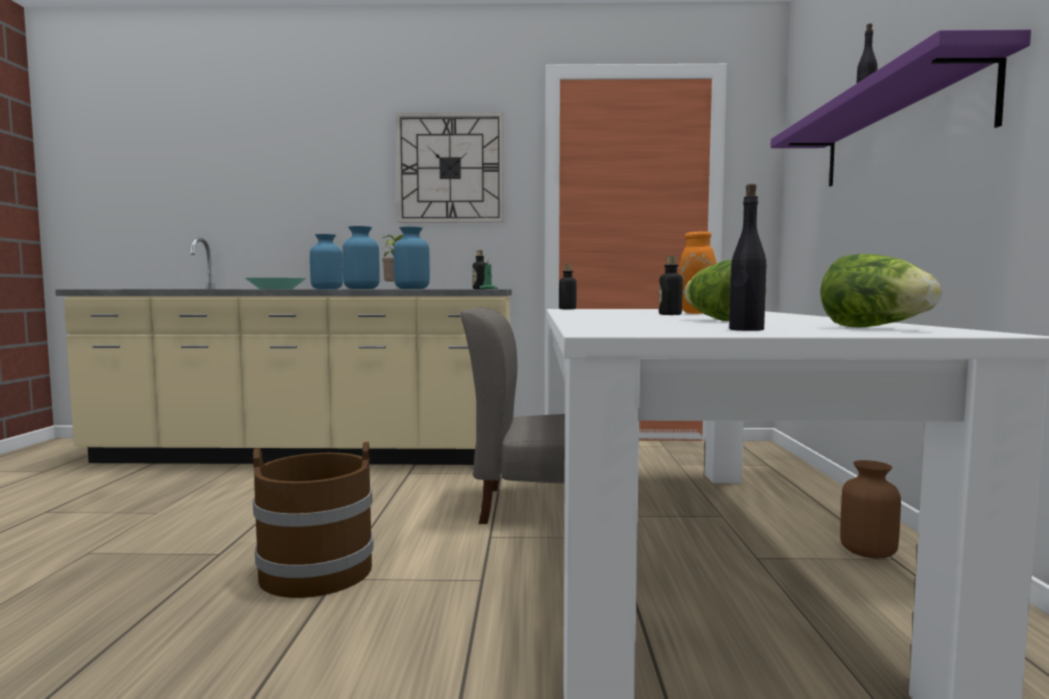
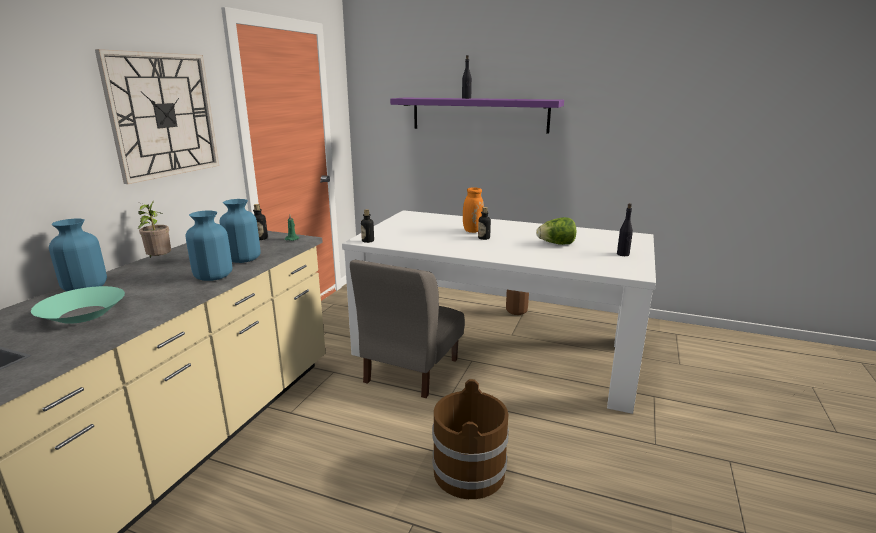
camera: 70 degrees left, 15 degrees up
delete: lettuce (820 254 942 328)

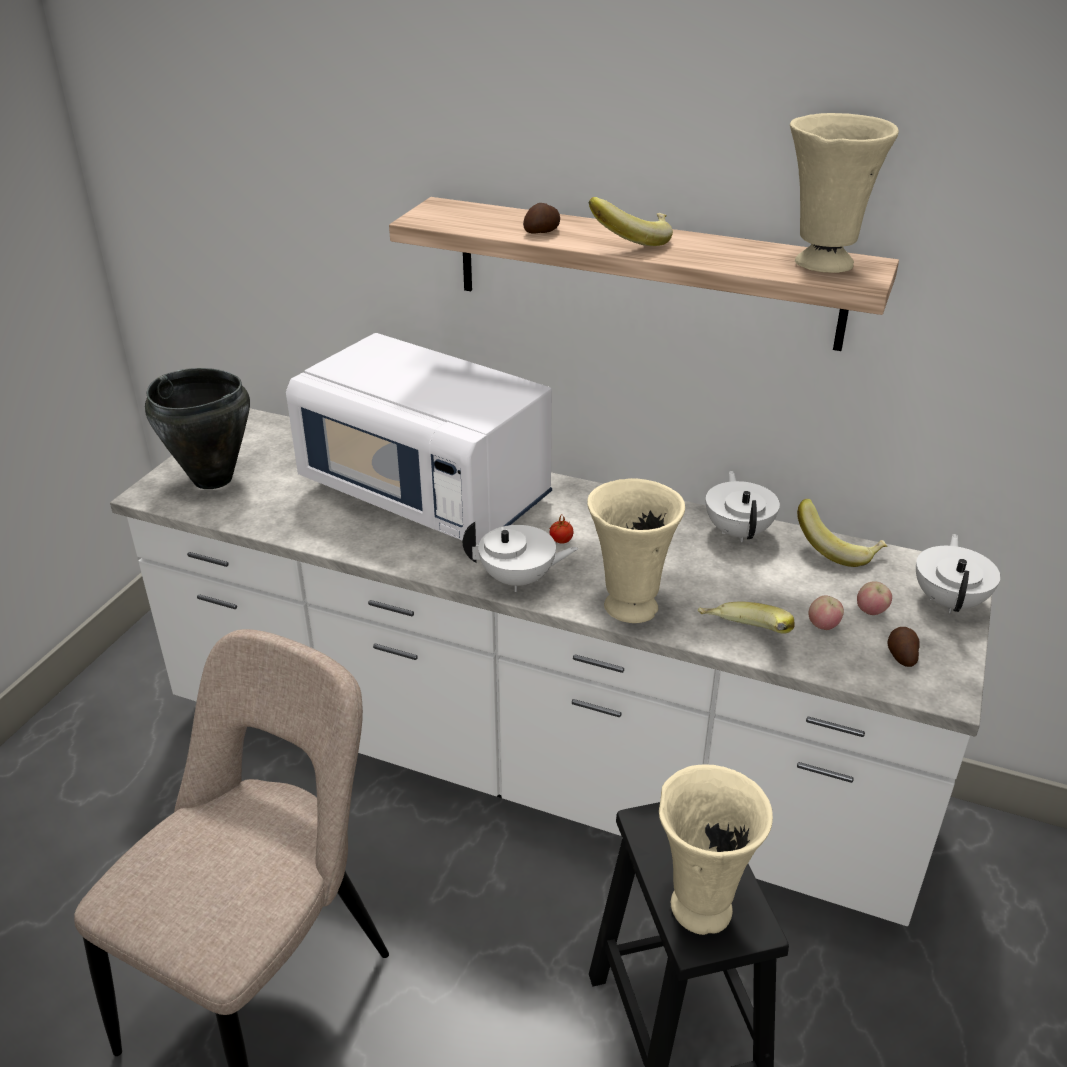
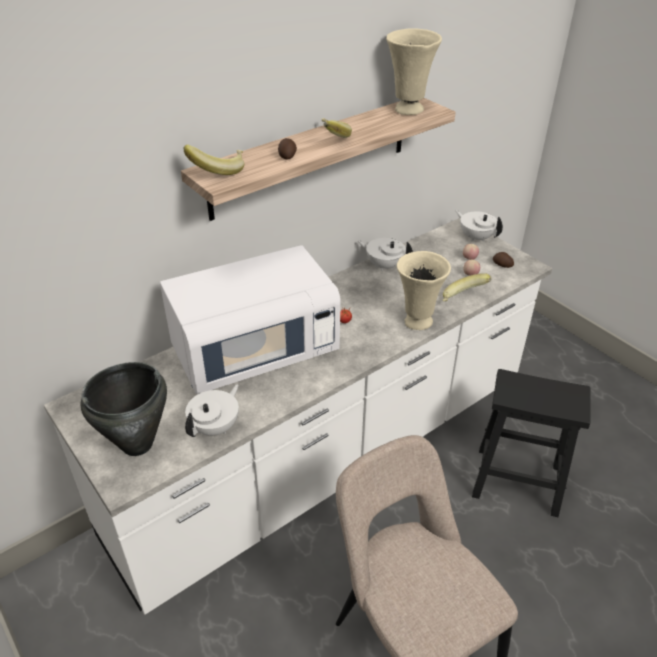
camera: 60 degrees left, 5 degrees up
delete: beige vase (659 764 773 935)
move: white-coloured tea pot (463 522 578 592) to (185 384 239 437); banana fruit (797 499 887 567) to (184 145 244 175)

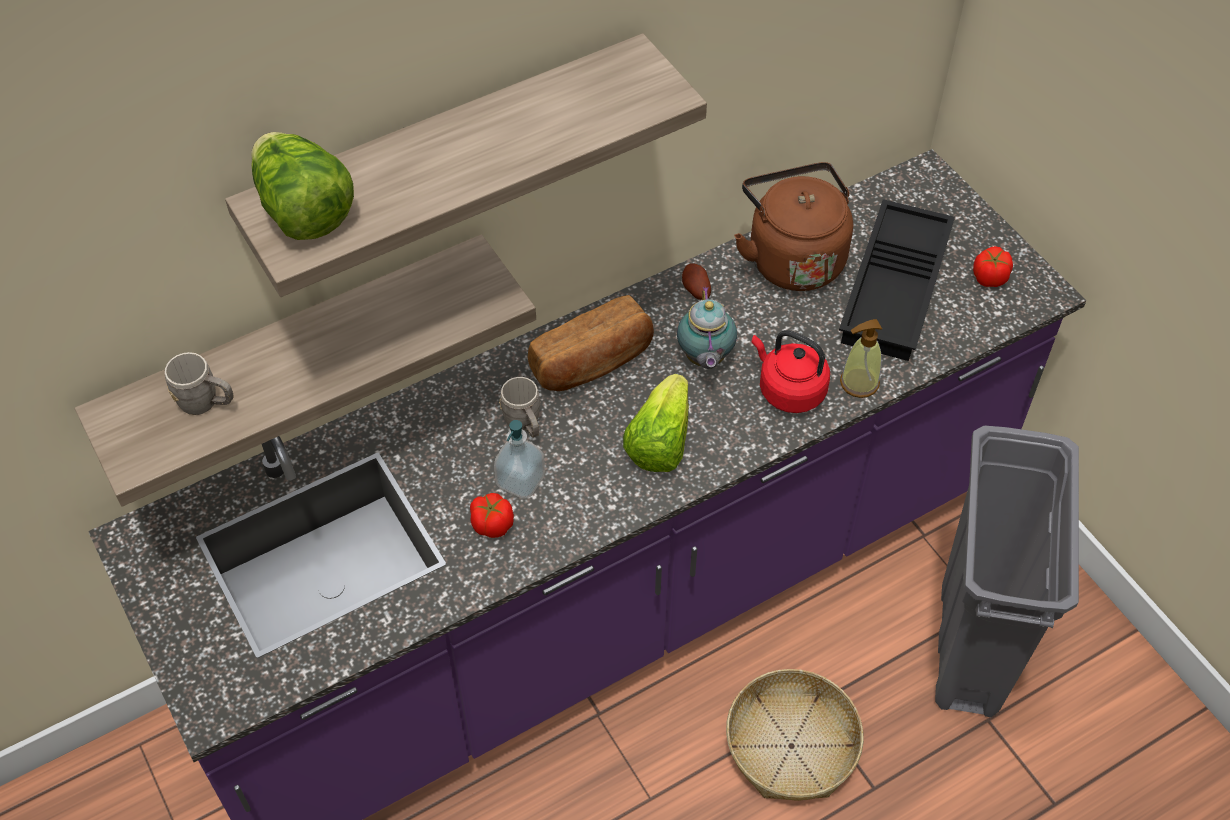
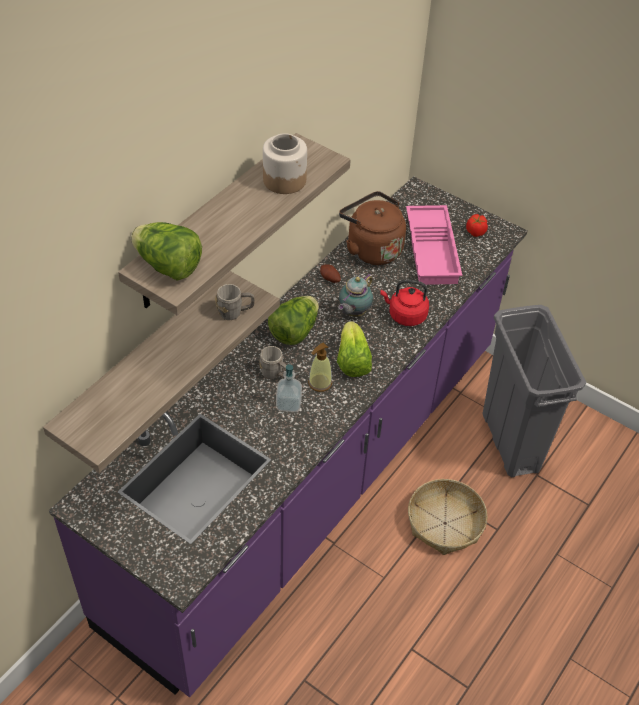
camera: 25 degrees left, 5 degrees down
delete: tomato (470 493 514 538)
insert: storage jar (263 133 307 194)
move: grey tea mug (165 352 233 415) to (215 284 255 320); liquid soap bottle (840 319 882 398) to (308 343 332 392)
replace: bread (528 295 654 391) to lettuce (268 296 319 345)
recolor: blackish carrying tray (839 199 955 361) to pink carrying tray (406 205 462 285)
rotate: tea pot (677 286 737 369) = (338 274 373 317) 60 degrees clockwise

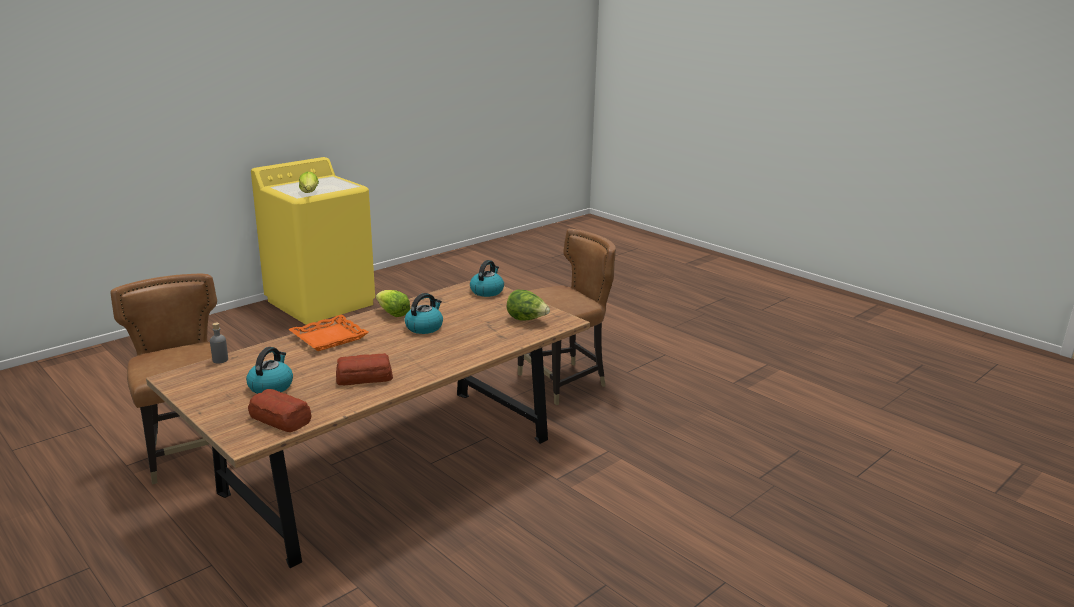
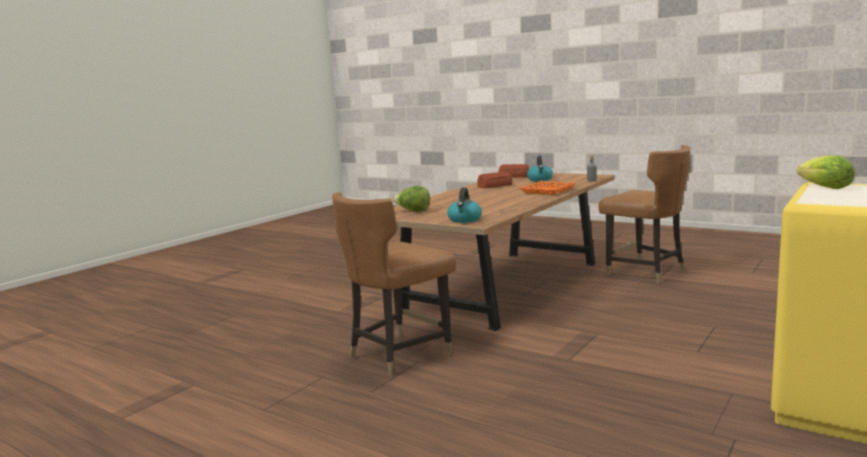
camera: 170 degrees right, 10 degrees down
delete: lettuce (376 290 411 317); kettle (405 293 443 334)

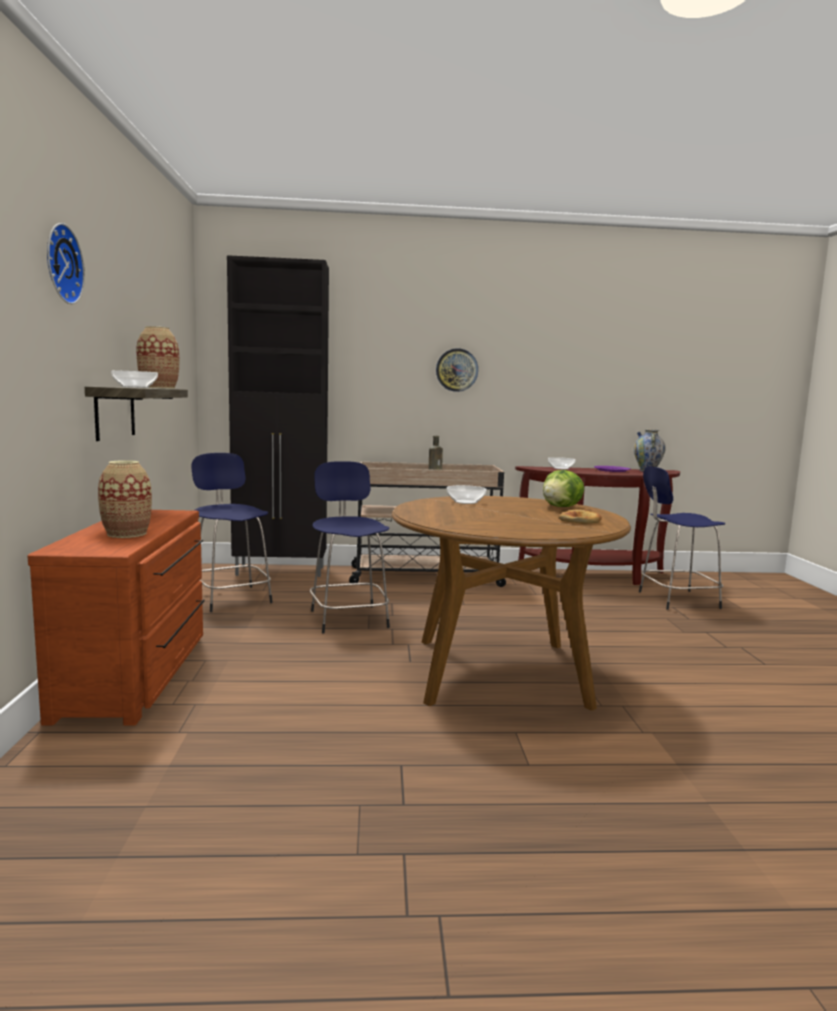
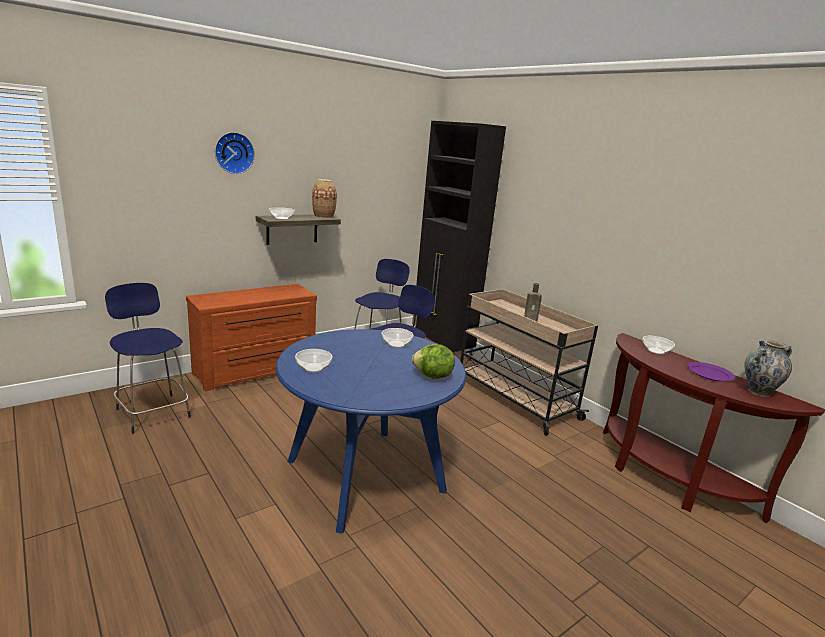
camera: 55 degrees right, 10 degrees up
delete: vase (98 460 152 538); wall clock (436 348 478 392); bread (558 510 602 524)
insert: bowl (295 349 333 372)
move: bluish stool seat (639 466 725 610) to (105 283 191 434)
recolor: brown-coloured dinner table (392 496 631 711) to bluish dinner table (276 329 466 533)

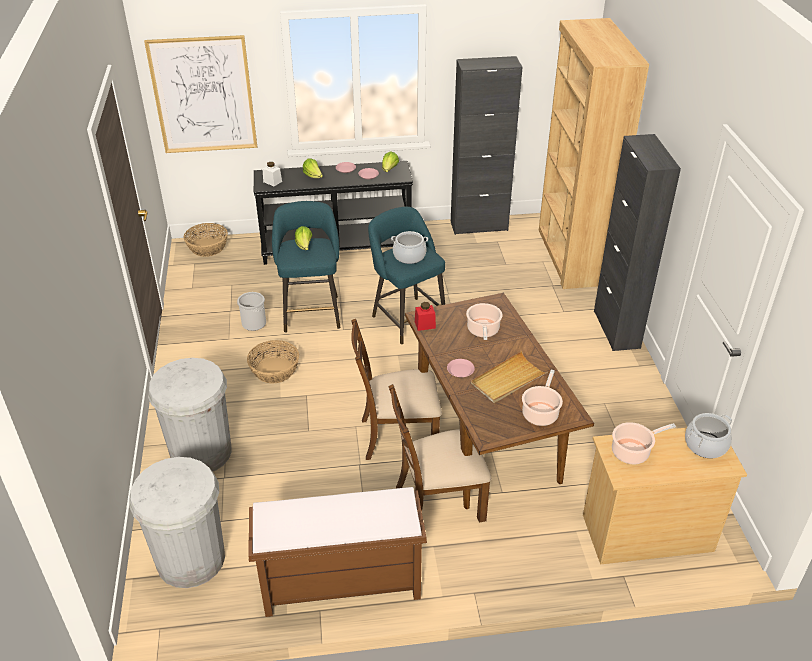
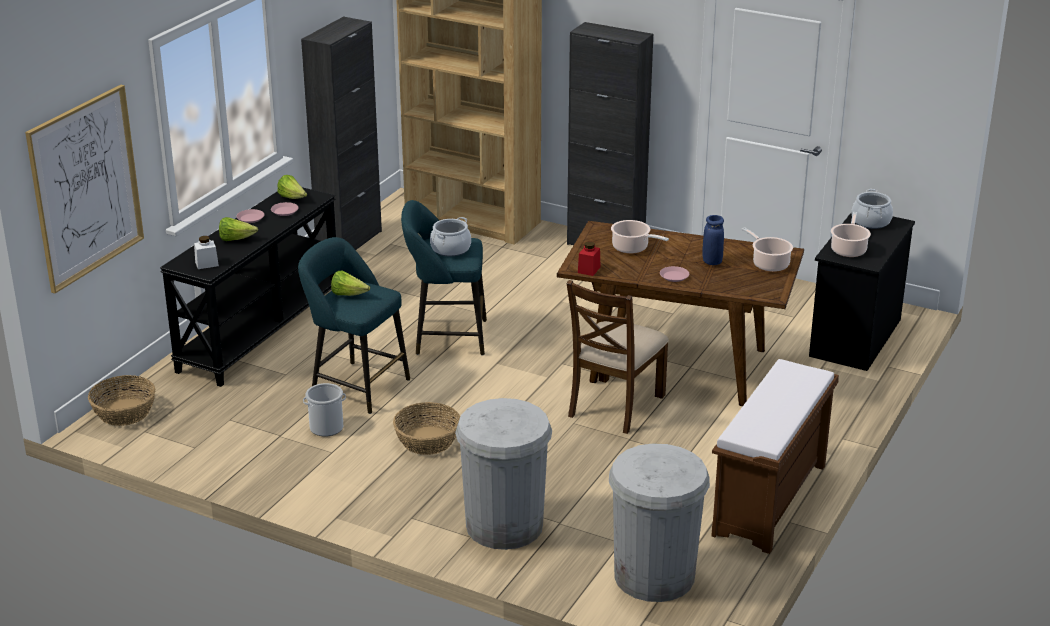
camera: 55 degrees left, 10 degrees down
delete: brown-coloured chair (388 384 491 523)
replace: beige carrying tray (471 351 548 403) to bluish vase (702 215 724 265)
recolor: beige drawer chest (583 428 747 565) to blackish drawer chest (809 212 915 371)

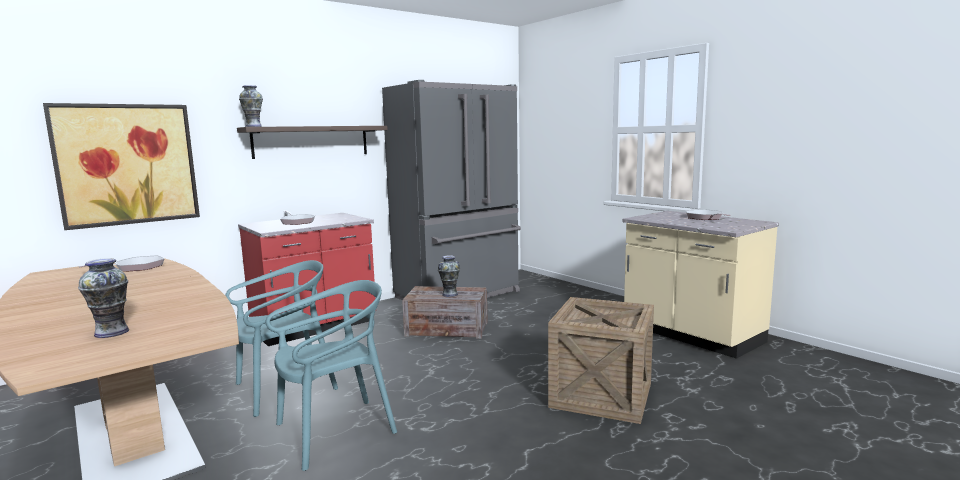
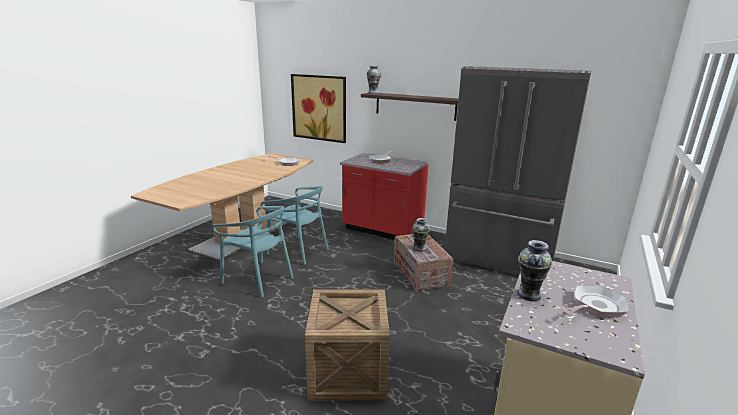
camera: 65 degrees right, 10 degrees up
move: vase (78 258 129 338) to (517 240 552 301)

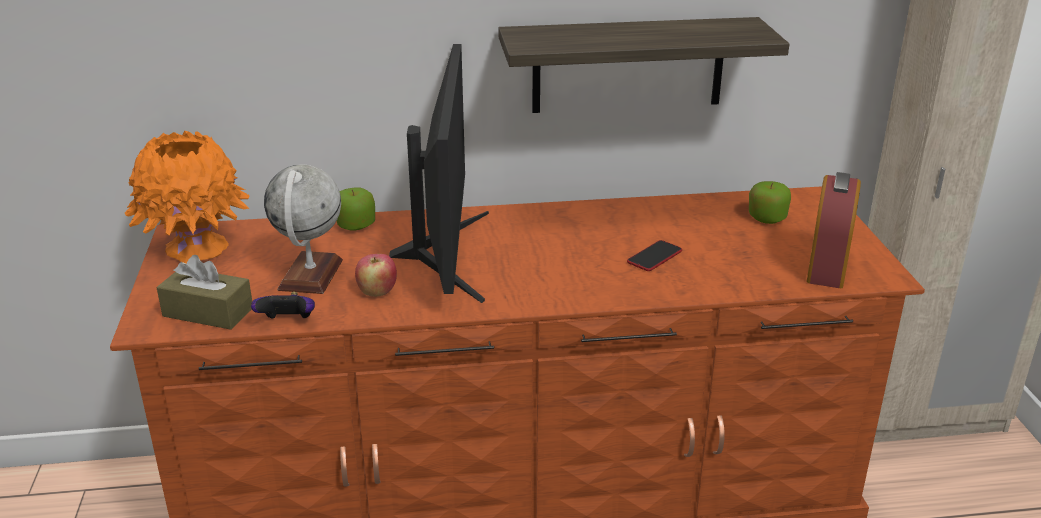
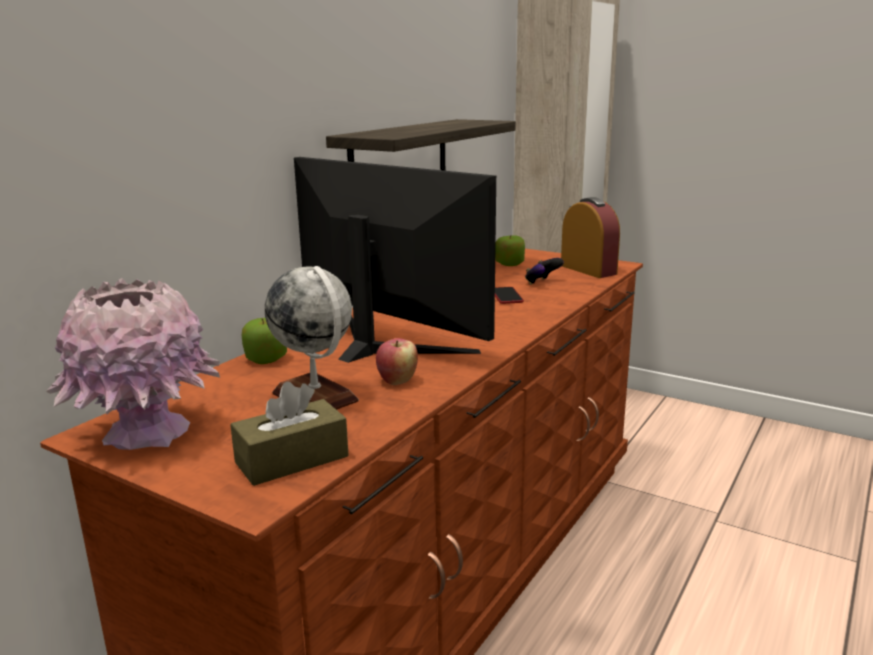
camera: 50 degrees left, 10 degrees down
move: joypad (251 292 315 319) to (525 258 564 285)
recolor: orange vase (125 131 250 264) to pink vase (46 278 220 450)

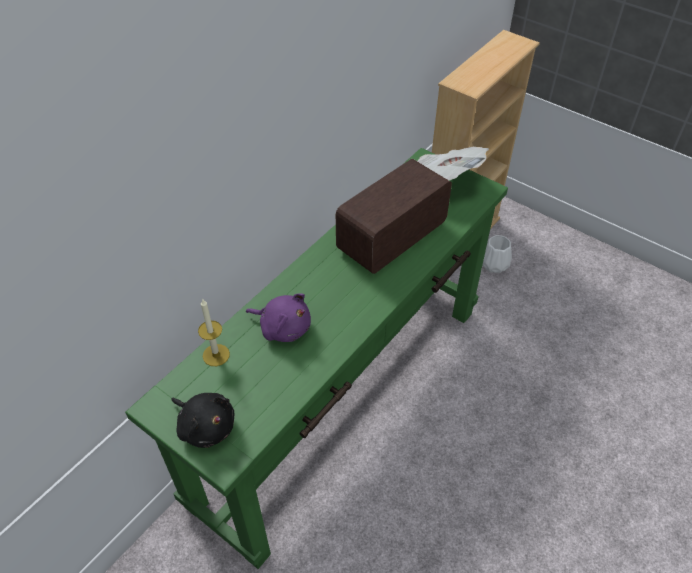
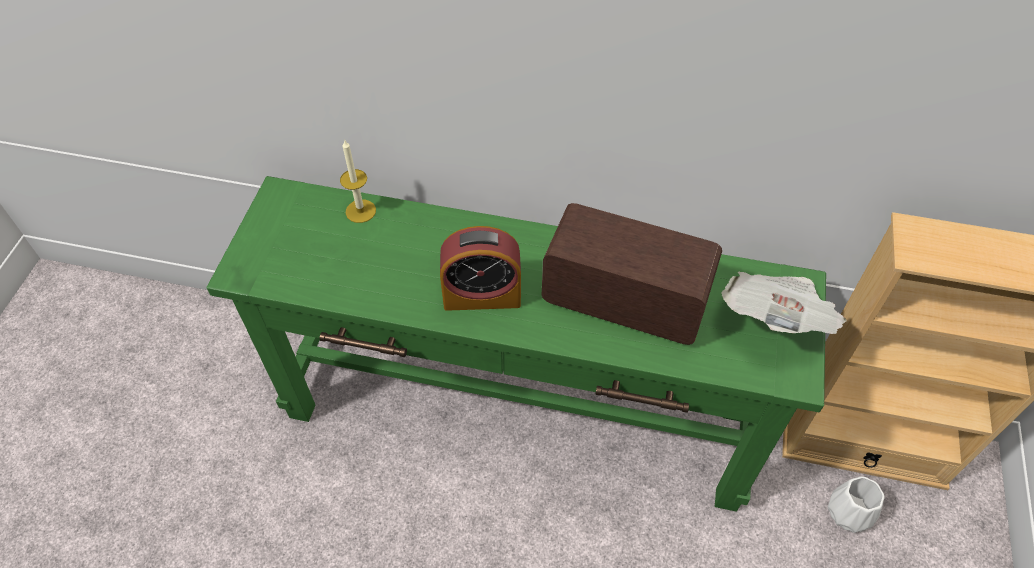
camera: 65 degrees right, 5 degrees up
delete: blackish cuddly toy (171 393 234 448); purple cuddly toy (246 293 311 342)
insert: alarm clock (440 226 521 311)

